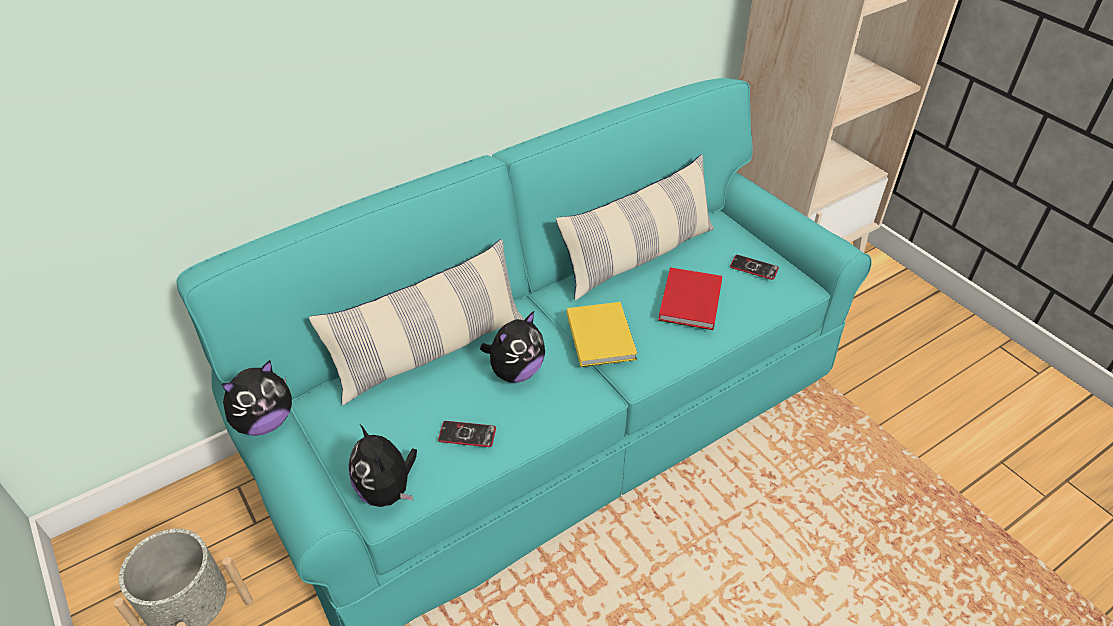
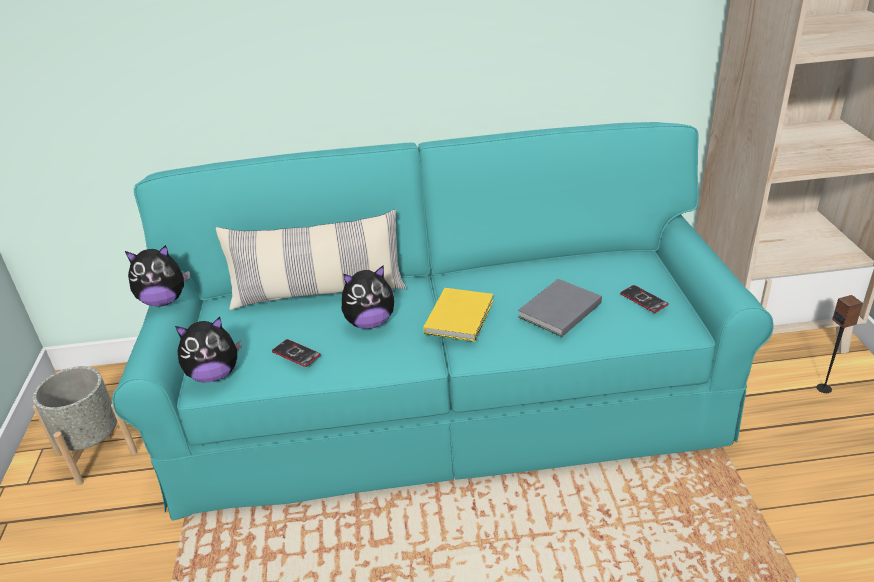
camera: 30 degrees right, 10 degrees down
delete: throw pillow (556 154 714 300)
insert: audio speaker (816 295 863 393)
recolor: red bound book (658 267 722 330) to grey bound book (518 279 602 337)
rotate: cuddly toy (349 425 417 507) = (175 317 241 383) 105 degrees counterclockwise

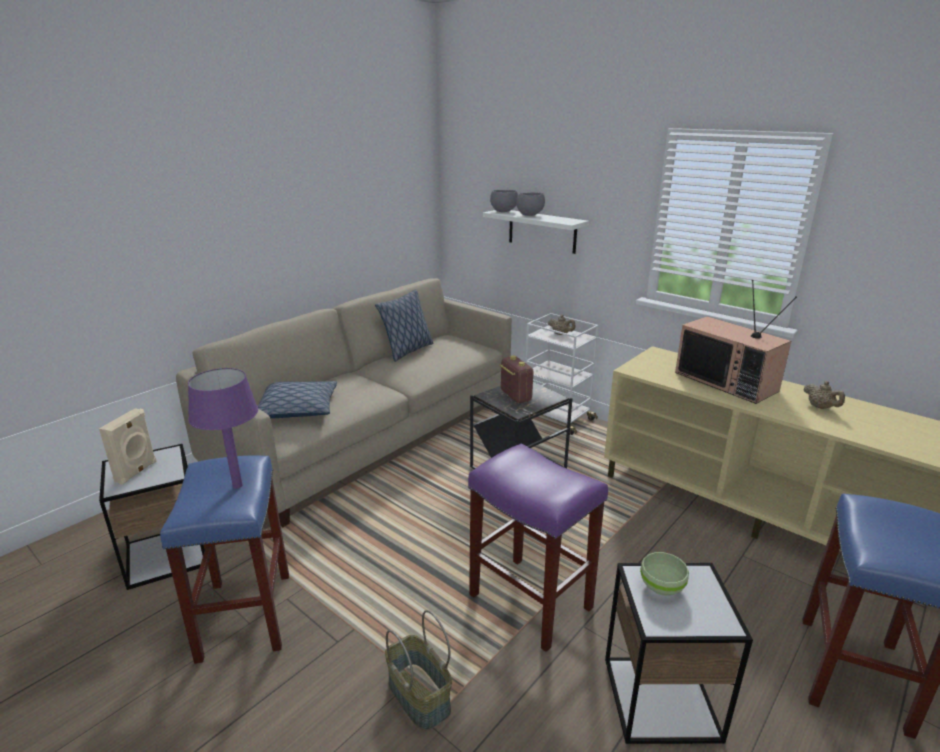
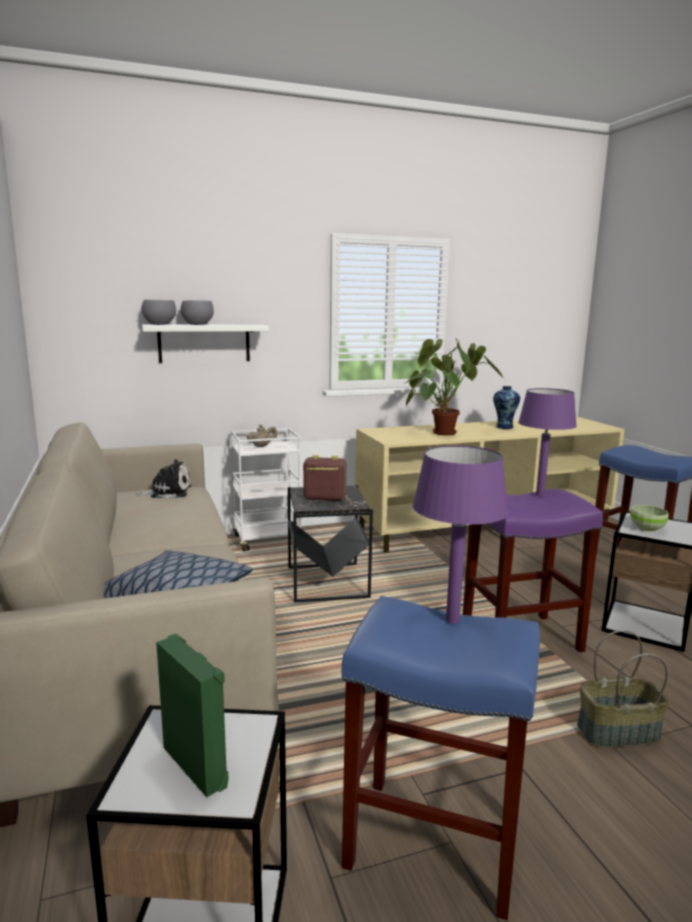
camera: 60 degrees left, 10 degrees down
delete: throw pillow (375 289 433 362)
insert: cuddly toy (136 459 191 498); purple tabletop lamp (518 388 577 496)
replace: TV (675 280 797 404) to potted plant (405 339 505 435); beige tea pot (803 381 845 409) to vase (493 386 520 429)
recolor: beige audio speaker (99 408 156 485) to green audio speaker (156 633 228 797)

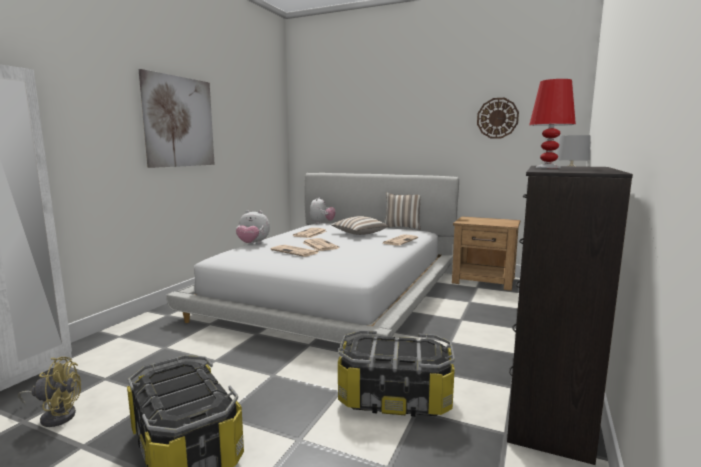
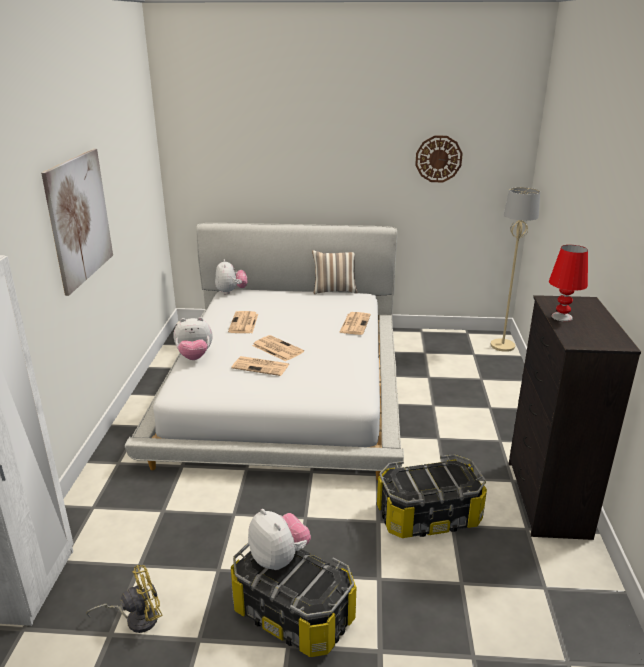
camera: 20 degrees left, 15 degrees up
delete: throw pillow (331 216 388 235); brown-coloured night table (452 216 520 291)
insert: cuddly toy (248 509 311 570)

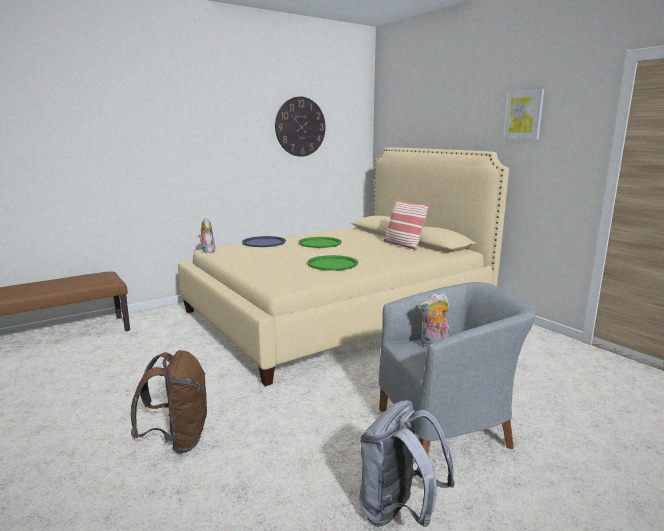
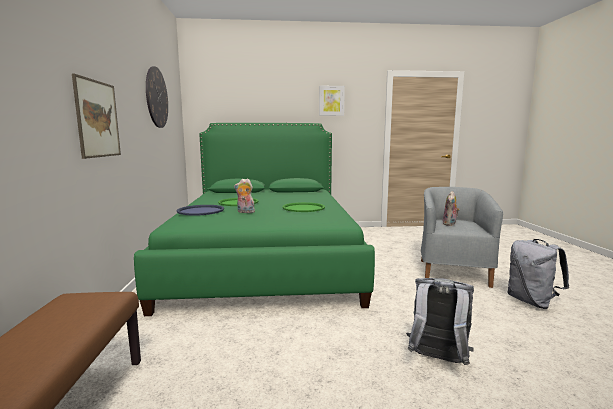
camera: 60 degrees left, 5 degrees down
delete: throw pillow (384 198 430 250)
insert: wall art (72 73 121 159)
move: cuddly toy (198 217 216 253) to (234 178 255 214)
recolor: brown-coloured knapsack (131 350 207 454) to grey knapsack (406 278 474 365); beige bed (178 148 509 386) to green bed (134 123 375 316)

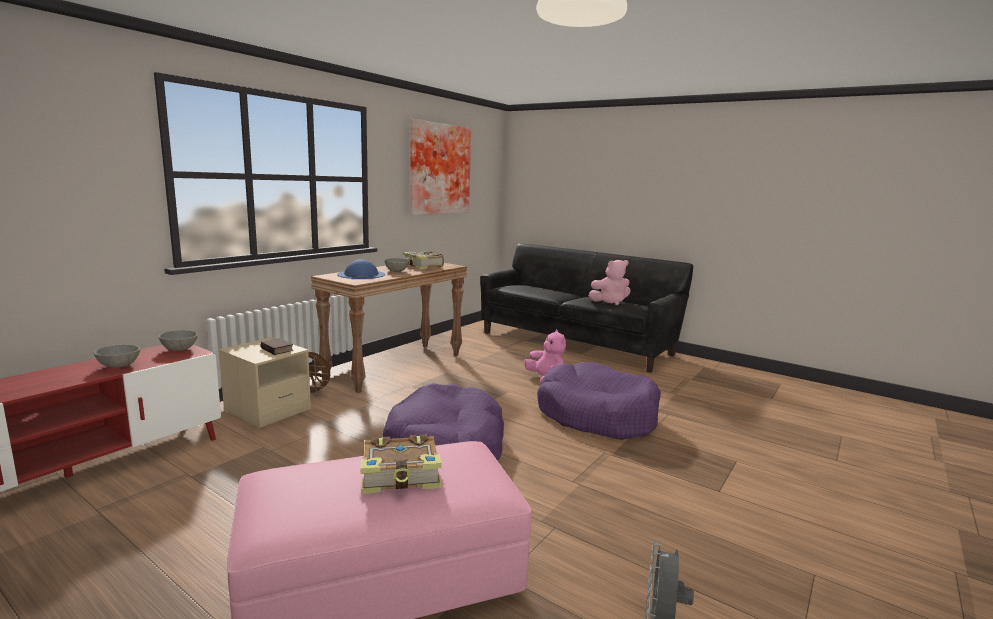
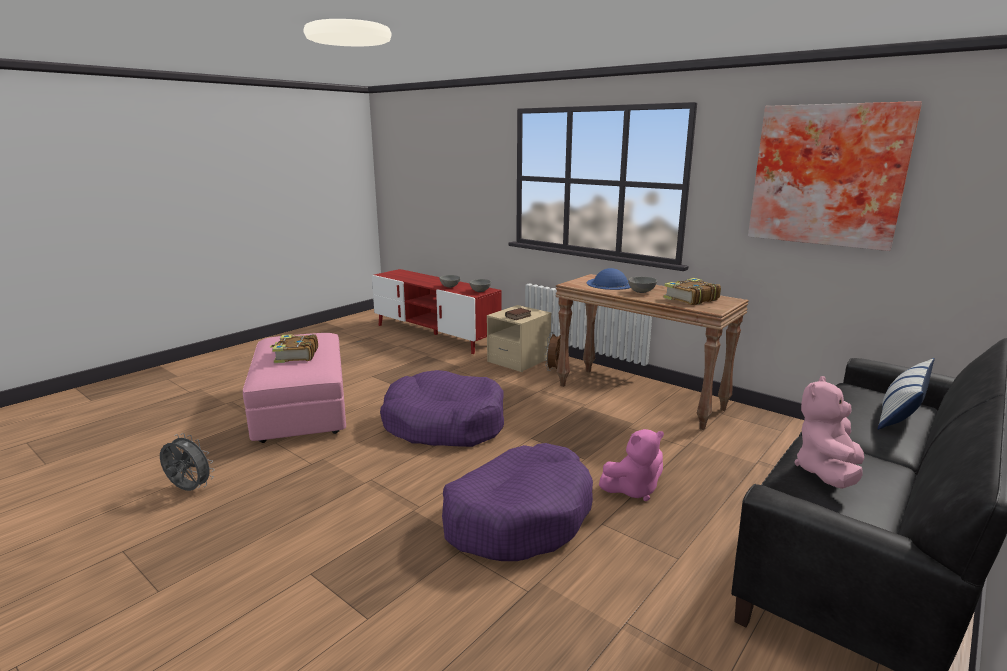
camera: 95 degrees right, 5 degrees up
insert: throw pillow (878 358 935 430)
rotate: pink cuddly toy (589 260 631 305) = (794 376 864 489) 45 degrees clockwise

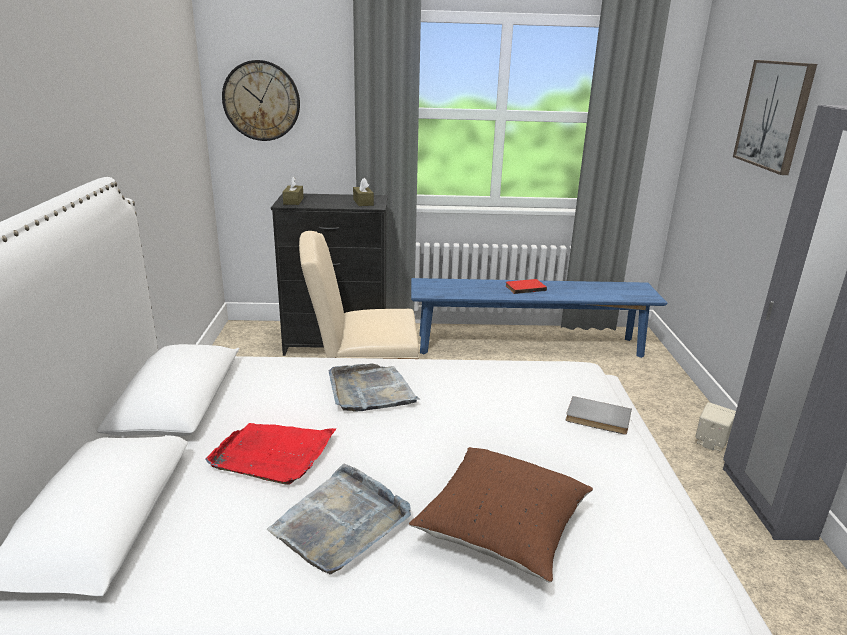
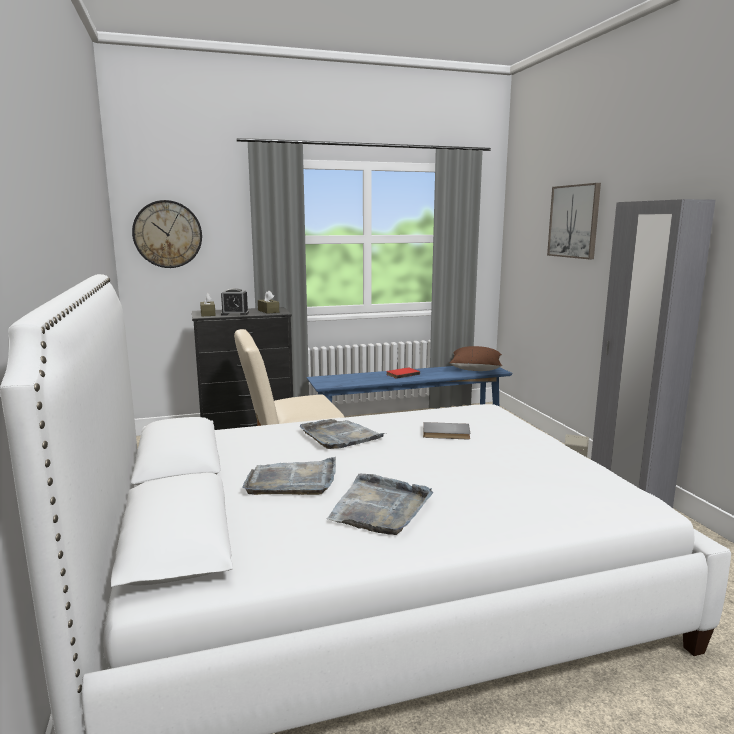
camera: 15 degrees left, 10 degrees down
insert: alarm clock (221 288 249 315)
move: brown-coloured throw pillow (409 447 593 582) to (450 346 502 371); grey bound book (566 396 632 435) to (423 422 470 439)
recolor: red carrying tray (205 423 337 485) to grey carrying tray (242 457 336 495)

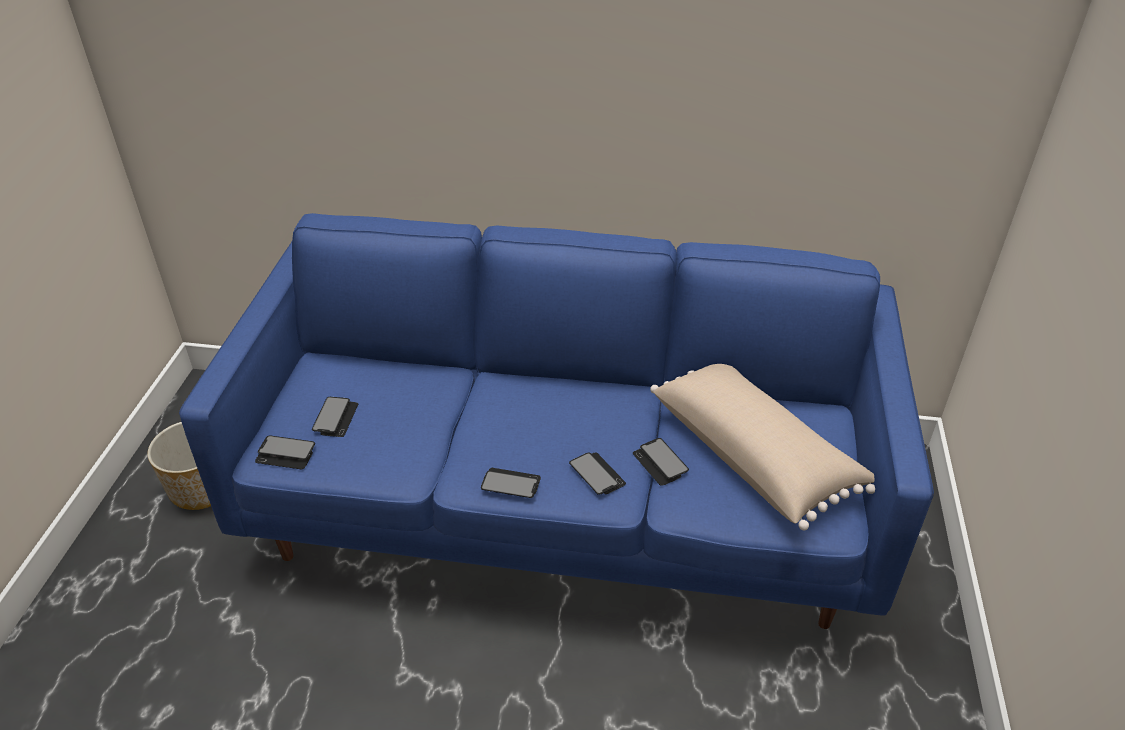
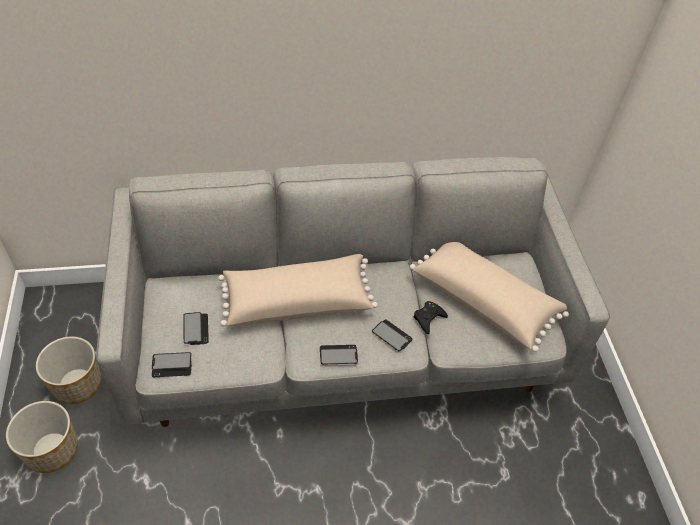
camera: 20 degrees left, 10 degrees up
insert: planter (6 401 78 473); beige throw pillow (218 254 378 327)
replace: handset (633 438 689 486) to blackish joypad (413 301 448 334)
recolor: bluish sofa (179 213 934 629) to grey sofa (96 157 610 427)

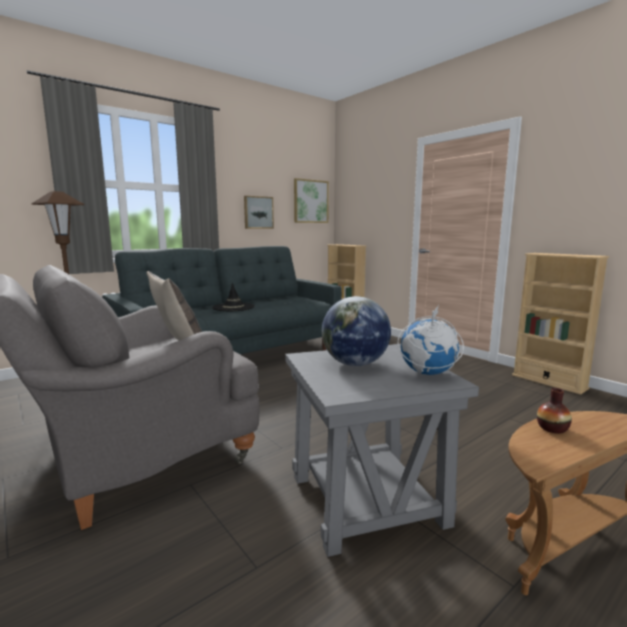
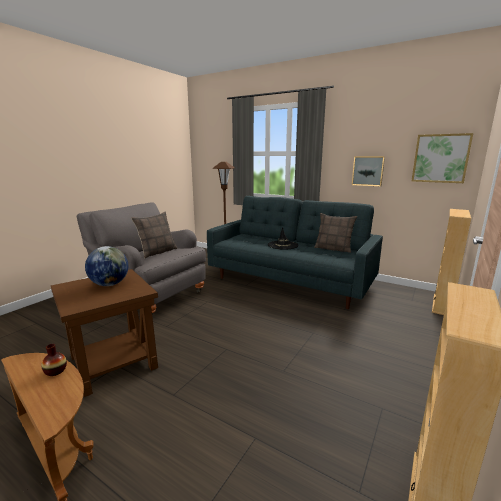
camera: 70 degrees right, 5 degrees up
delete: world globe (397 305 464 375)
insert: throw pillow (314 213 357 253)
recolor: grey end table (285 344 479 557) to brown-coloured end table (51 269 158 397)

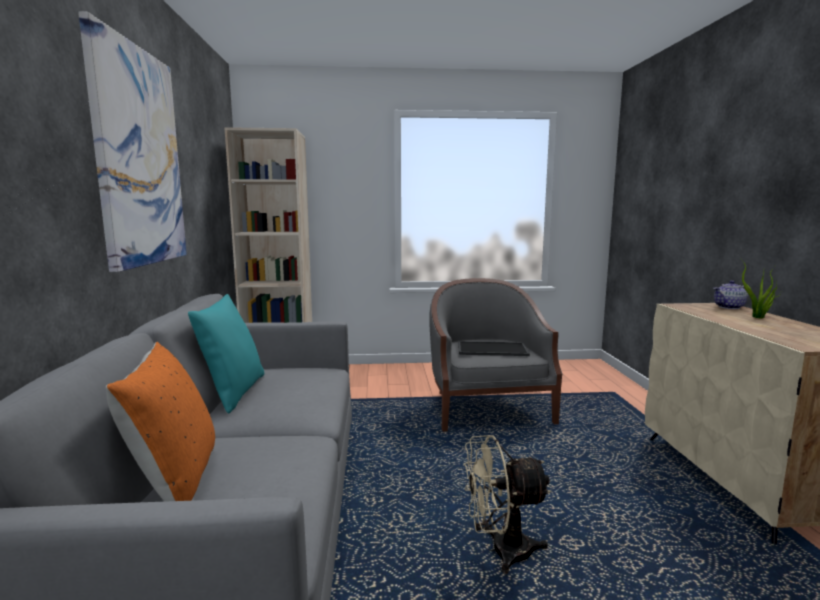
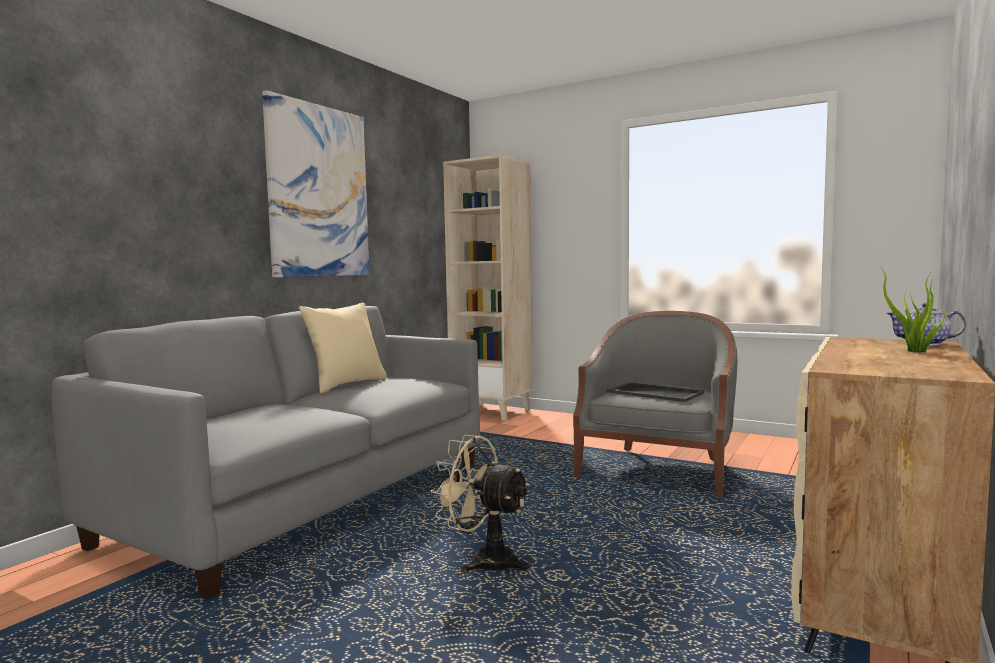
camera: 35 degrees right, 5 degrees down
delete: orange throw pillow (106 342 215 502)
recolor: turquoise-coloured throw pillow (188 294 264 413) to beige throw pillow (299 303 387 393)

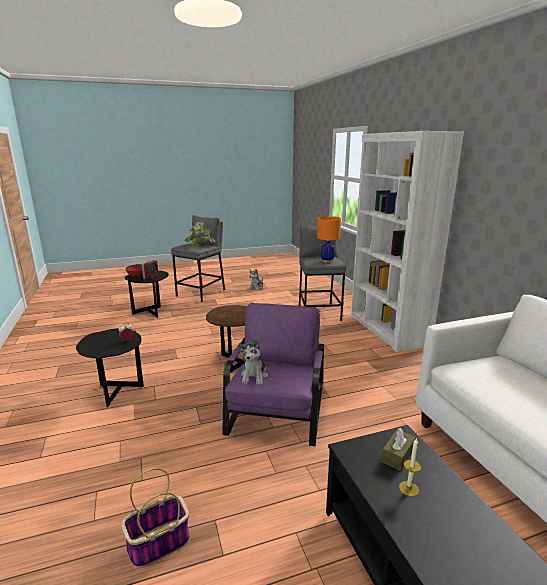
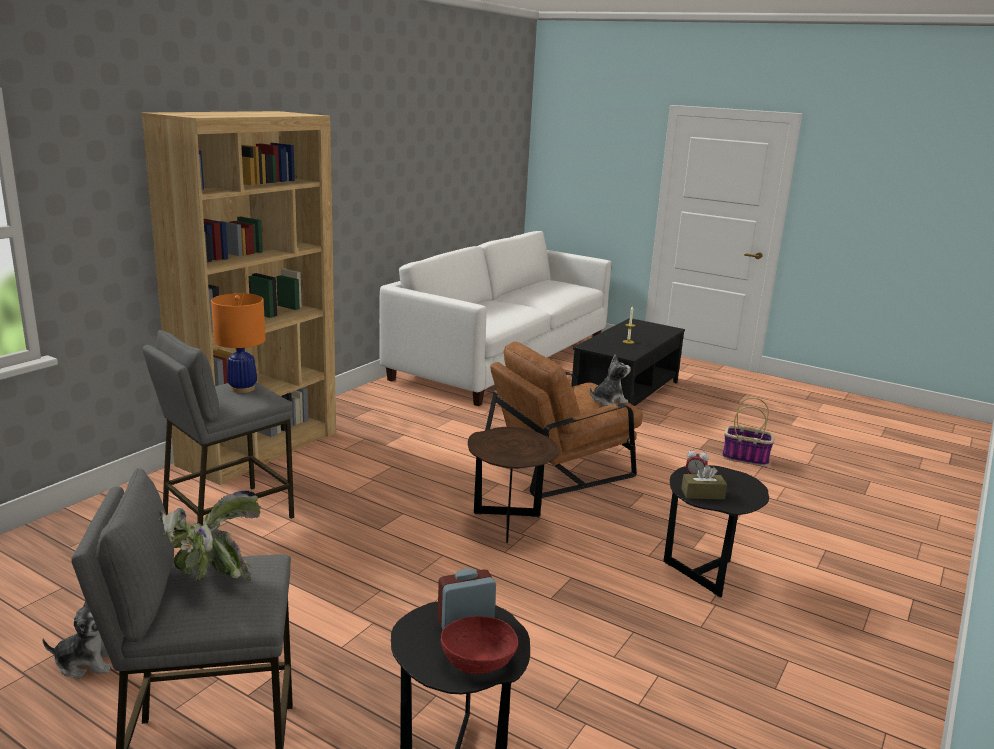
camera: 130 degrees left, 0 degrees up
move: brown-coloured box of tissues (381 428 416 471) to (681 465 727 500)
recolor: purple armchair (222 303 324 446) to brown-coloured armchair (485 342 643 498); white-coloured shelving unit (351 131 464 352) to brown-coloured shelving unit (142 111 336 485)

